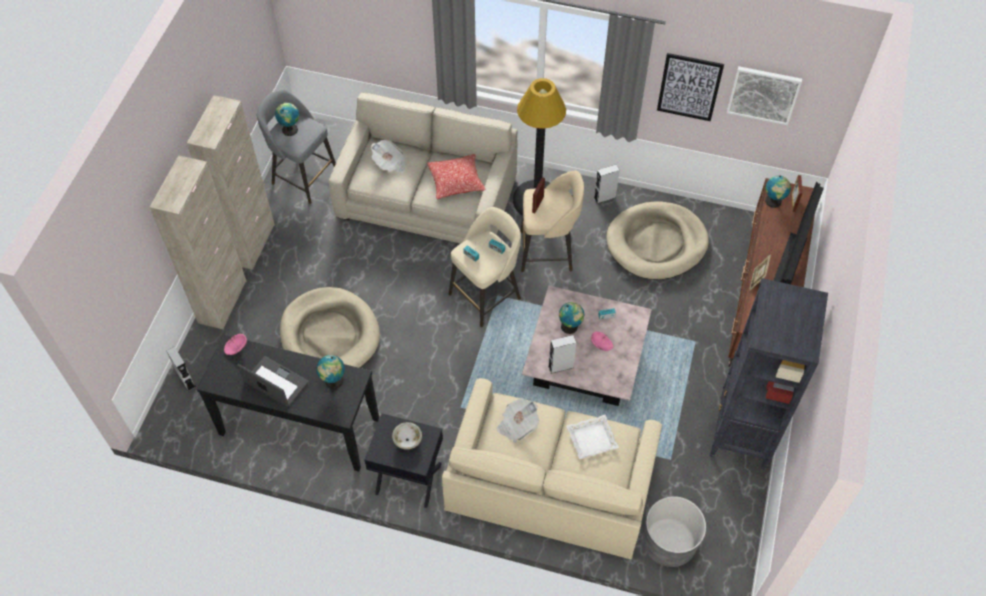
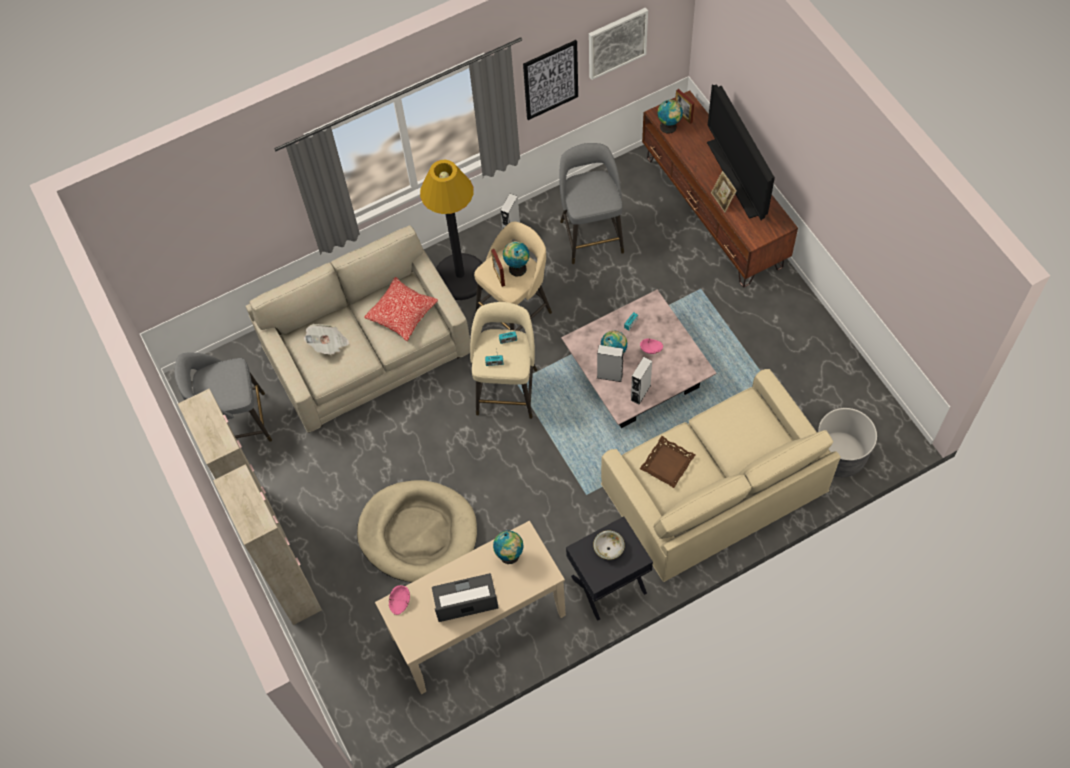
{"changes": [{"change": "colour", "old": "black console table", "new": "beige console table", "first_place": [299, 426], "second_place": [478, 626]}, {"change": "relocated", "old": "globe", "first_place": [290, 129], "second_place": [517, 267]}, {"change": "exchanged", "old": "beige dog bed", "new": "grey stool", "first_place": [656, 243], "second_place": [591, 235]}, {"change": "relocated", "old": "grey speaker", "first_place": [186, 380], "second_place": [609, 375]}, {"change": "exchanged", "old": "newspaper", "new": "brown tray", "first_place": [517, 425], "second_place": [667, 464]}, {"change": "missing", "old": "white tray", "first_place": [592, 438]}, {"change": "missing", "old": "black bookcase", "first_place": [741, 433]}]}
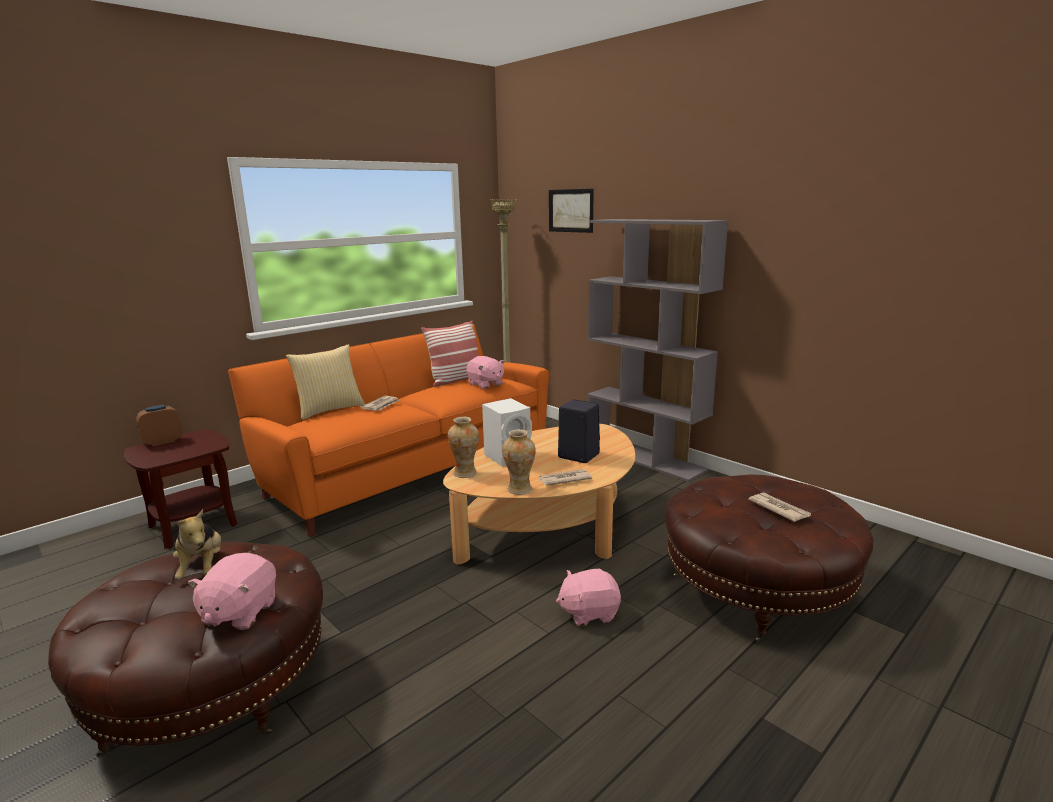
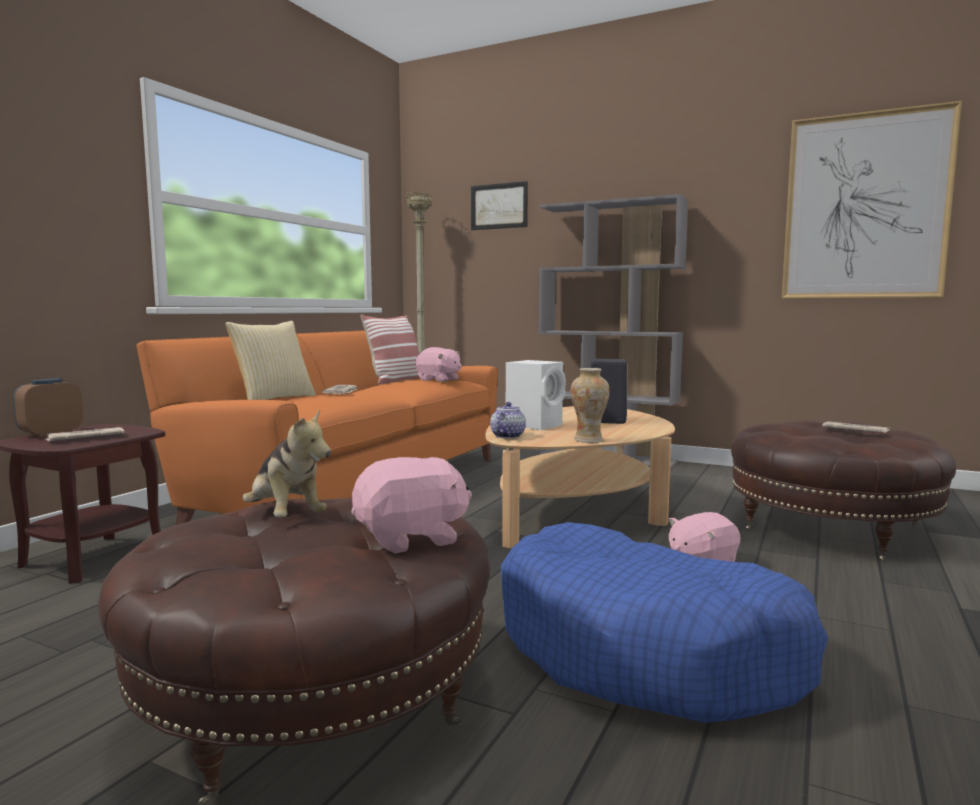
{"changes": [{"change": "relocated", "old": "newspaper", "first_place": [564, 479], "second_place": [84, 438]}, {"change": "spun", "old": "pink plush toy", "first_place": [239, 613], "second_place": [411, 539], "degrees": -105}, {"change": "exchanged", "old": "vase", "new": "teapot", "first_place": [465, 473], "second_place": [507, 436]}, {"change": "appeared", "new": "blue dog bed", "second_place": [648, 651]}, {"change": "appeared", "new": "picture", "second_place": [865, 206]}]}
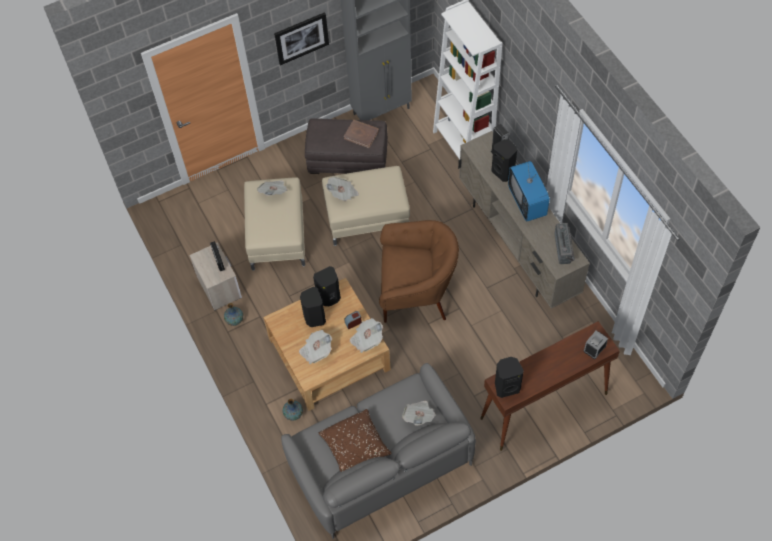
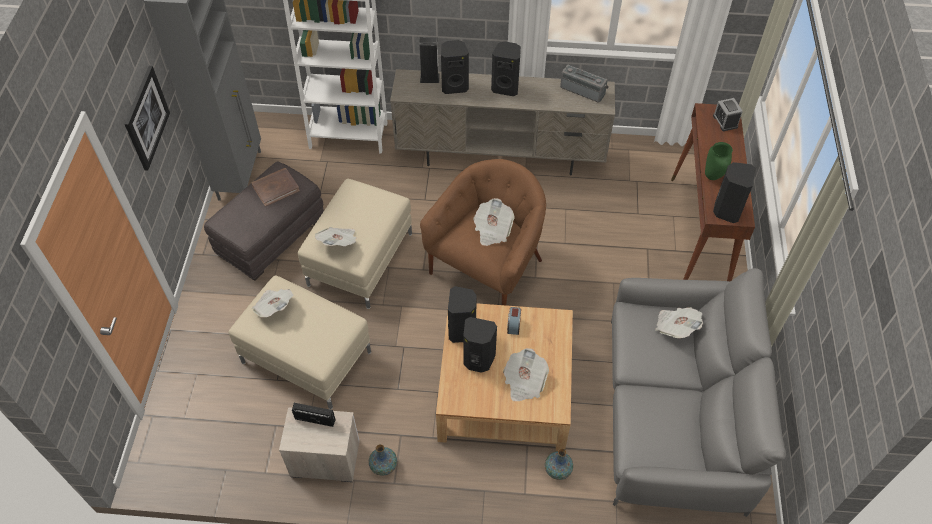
{"changes": [{"change": "relocated", "old": "newspaper", "first_place": [366, 339], "second_place": [492, 230]}, {"change": "exchanged", "old": "television", "new": "black speaker", "first_place": [527, 202], "second_place": [506, 87]}, {"change": "appeared", "new": "green vase", "second_place": [712, 176]}, {"change": "missing", "old": "brown pillow", "first_place": [355, 447]}]}
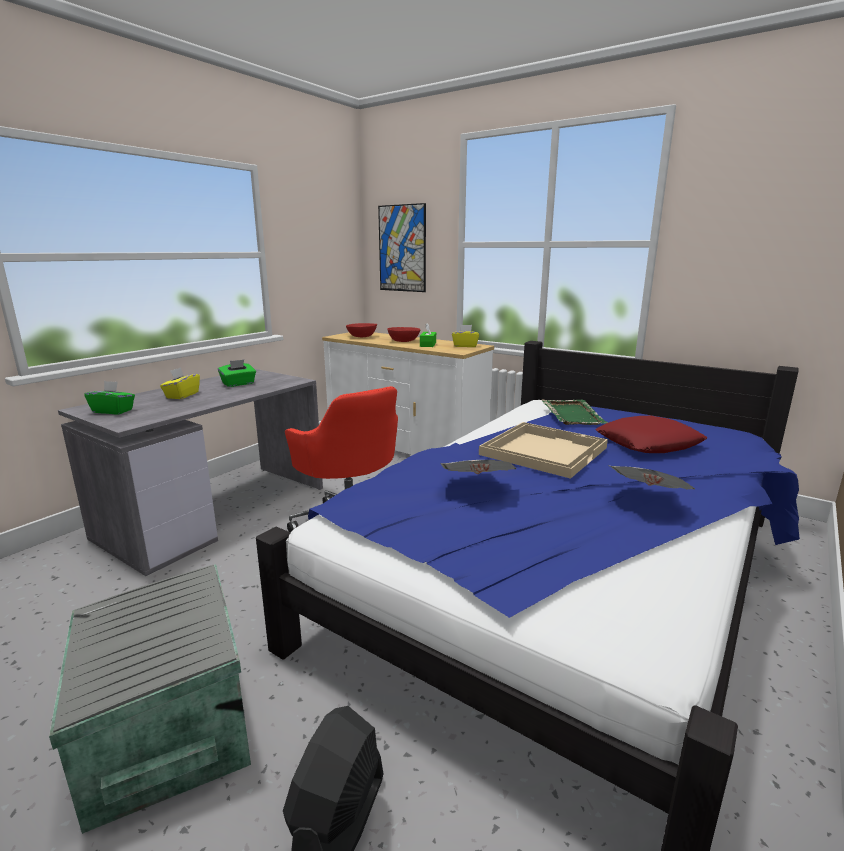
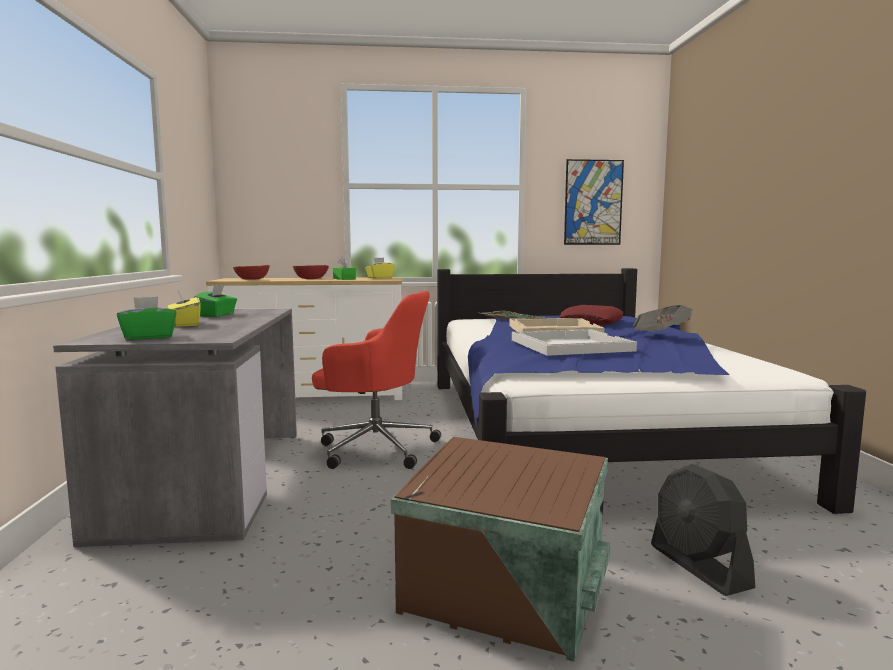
{"changes": [{"change": "colour", "old": "grey storage box", "new": "brown storage box", "first_place": [164, 730], "second_place": [504, 595]}, {"change": "exchanged", "old": "newspaper", "new": "white tray", "first_place": [477, 486], "second_place": [569, 345]}, {"change": "relocated", "old": "picture", "first_place": [402, 248], "second_place": [593, 202]}]}
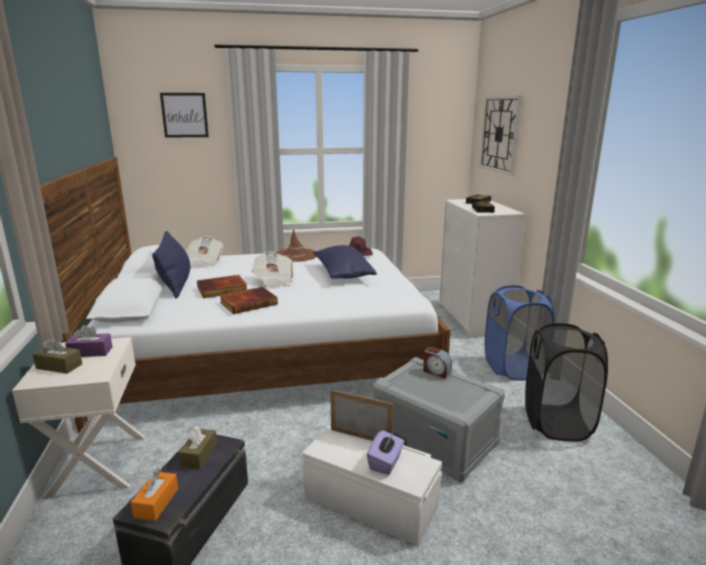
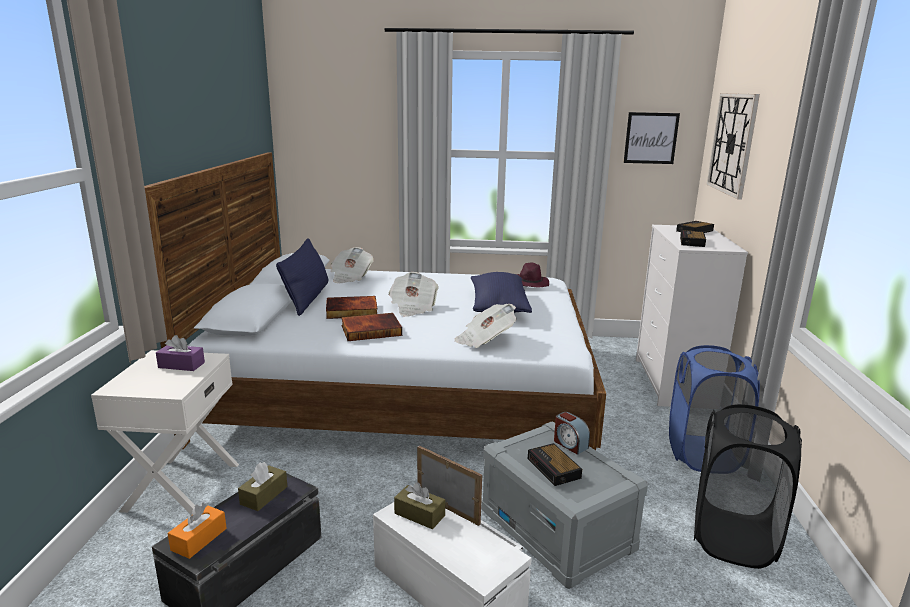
{"changes": [{"change": "relocated", "old": "brown tissue box", "first_place": [59, 366], "second_place": [419, 514]}, {"change": "appeared", "new": "newspaper", "second_place": [484, 340]}, {"change": "appeared", "new": "alarm clock", "second_place": [554, 469]}, {"change": "relocated", "old": "picture", "first_place": [184, 115], "second_place": [651, 138]}, {"change": "missing", "old": "brown hat", "first_place": [296, 255]}, {"change": "missing", "old": "purple tissue box", "first_place": [385, 462]}]}
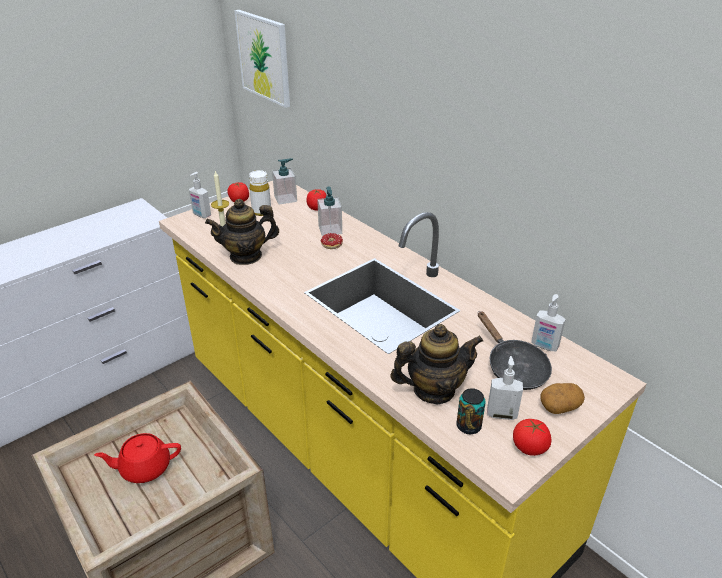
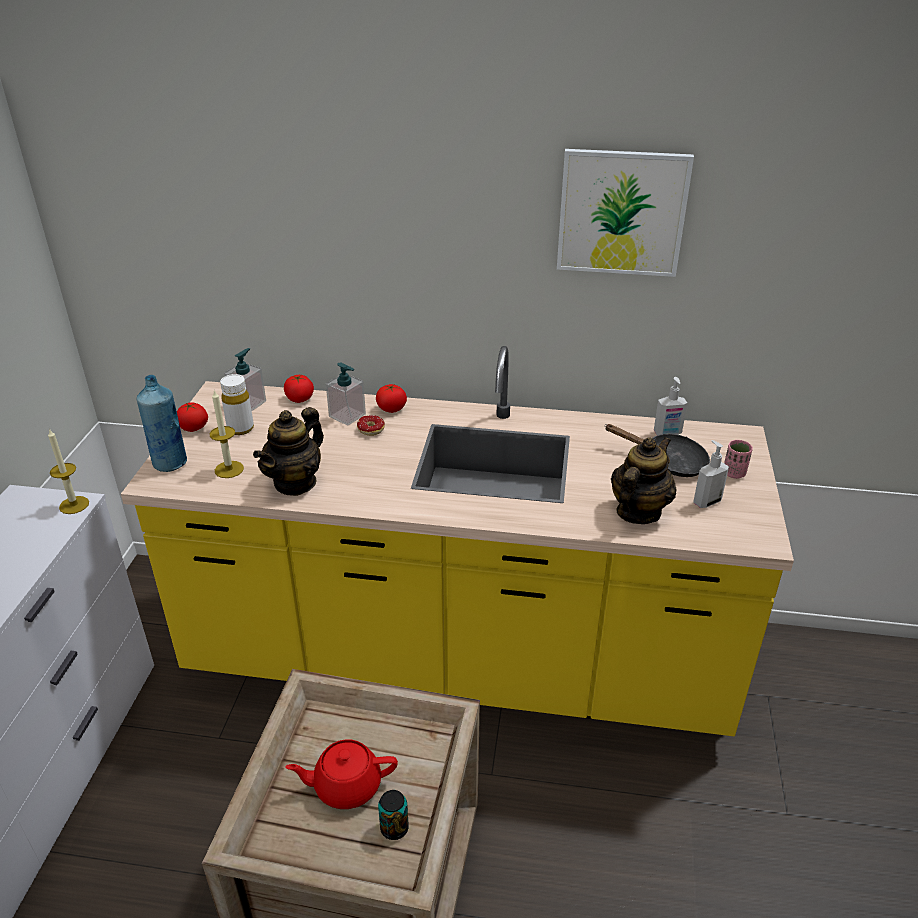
{"changes": [{"change": "appeared", "new": "candle", "second_place": [74, 505]}, {"change": "exchanged", "old": "soap dispenser", "new": "blue bottle", "first_place": [201, 215], "second_place": [170, 463]}, {"change": "spun", "old": "red teapot", "first_place": [144, 468], "second_place": [346, 785], "degrees": 45}, {"change": "relocated", "old": "tomato", "first_place": [529, 447], "second_place": [391, 409]}, {"change": "relocated", "old": "can", "first_place": [468, 426], "second_place": [394, 828]}, {"change": "relocated", "old": "picture", "first_place": [264, 58], "second_place": [622, 213]}, {"change": "exchanged", "old": "potato", "new": "pink cup", "first_place": [560, 406], "second_place": [734, 473]}]}
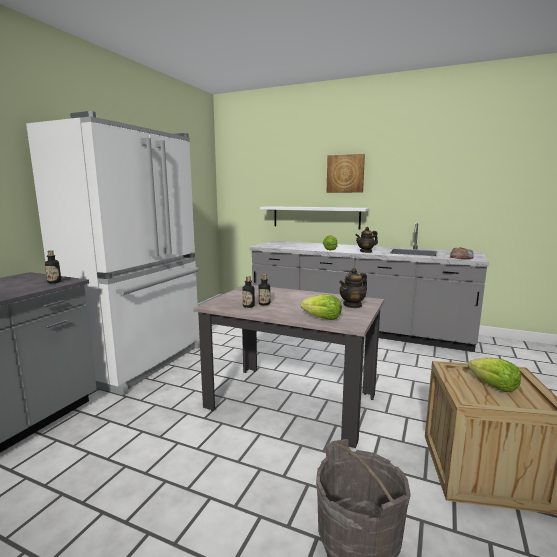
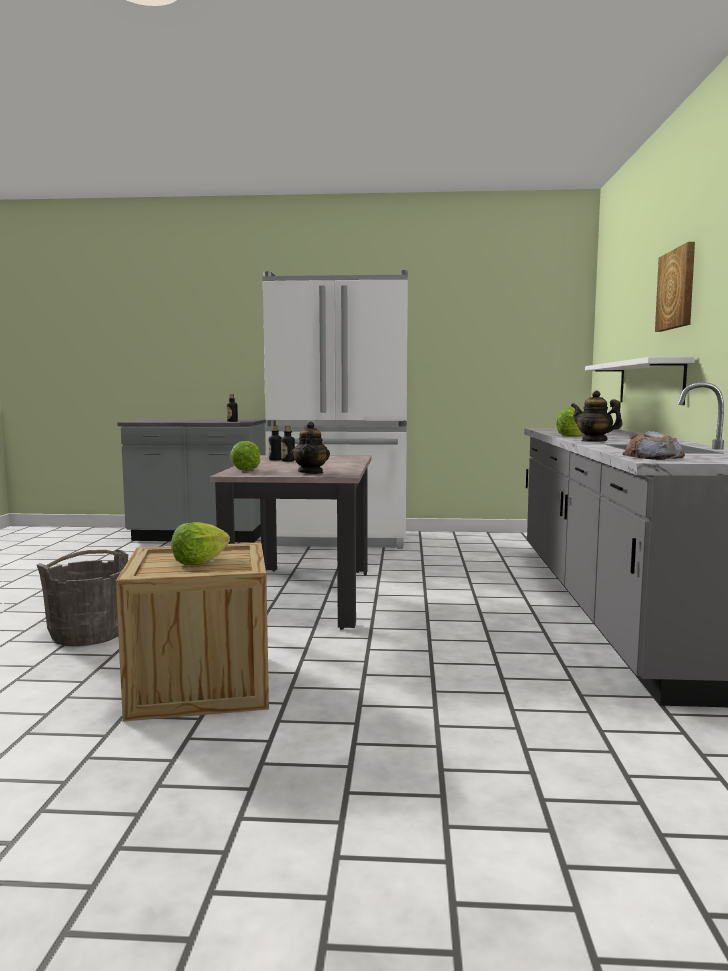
{"changes": [{"change": "spun", "old": "teapot", "first_place": [352, 305], "second_place": [311, 472], "degrees": -120}]}
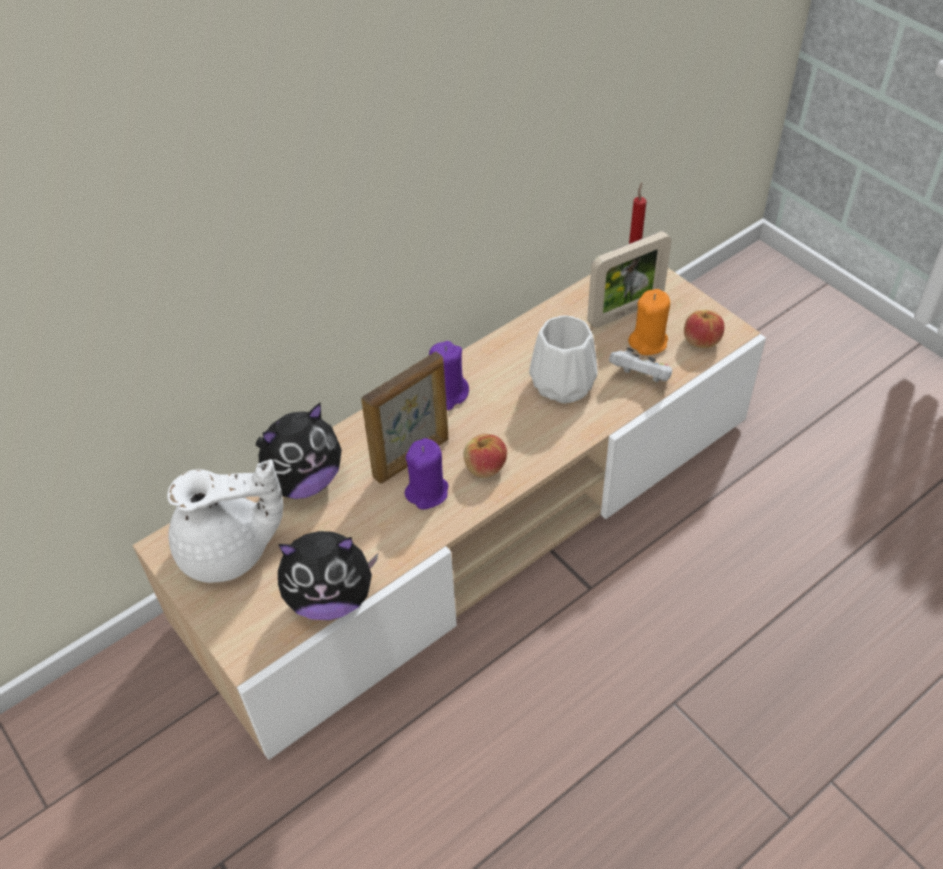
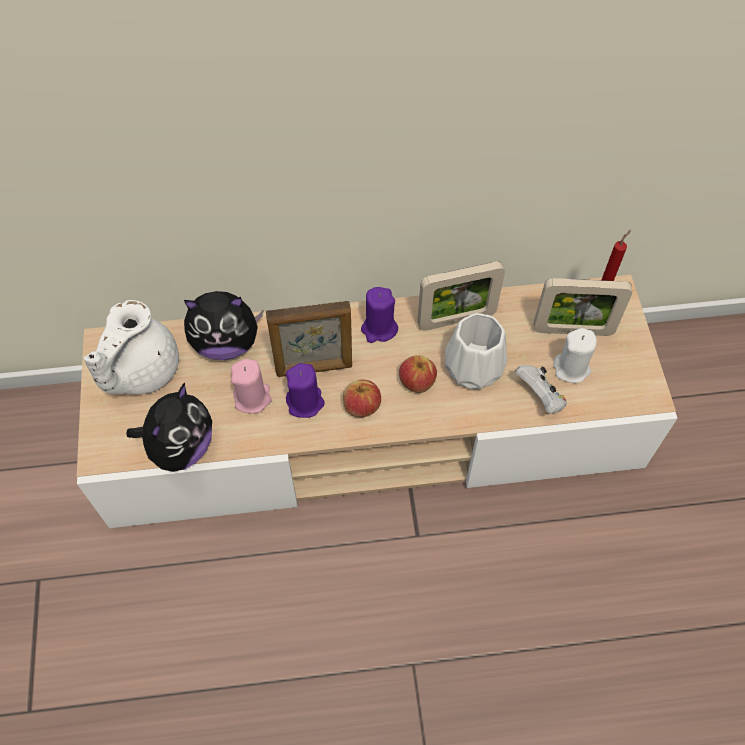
{"changes": [{"change": "spun", "old": "white teapot", "first_place": [229, 551], "second_place": [140, 370], "degrees": 90}, {"change": "spun", "old": "plush toy", "first_place": [331, 598], "second_place": [181, 447], "degrees": -90}, {"change": "appeared", "new": "pink candle", "second_place": [252, 398]}, {"change": "relocated", "old": "apple", "first_place": [701, 340], "second_place": [417, 381]}, {"change": "appeared", "new": "picture frame", "second_place": [456, 320]}, {"change": "colour", "old": "orange candle", "new": "white candle", "first_place": [648, 342], "second_place": [571, 368]}]}
